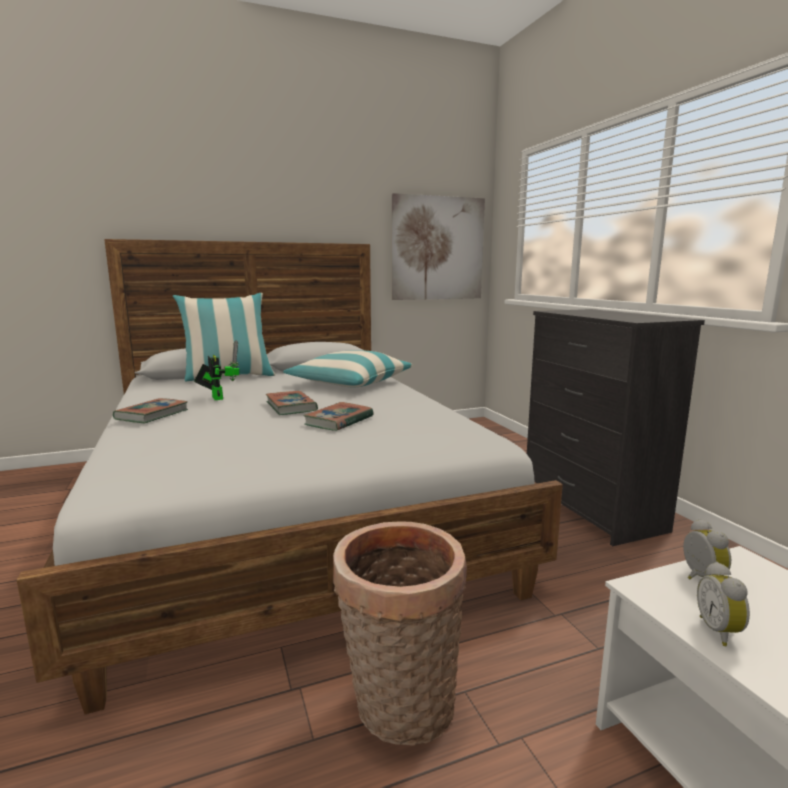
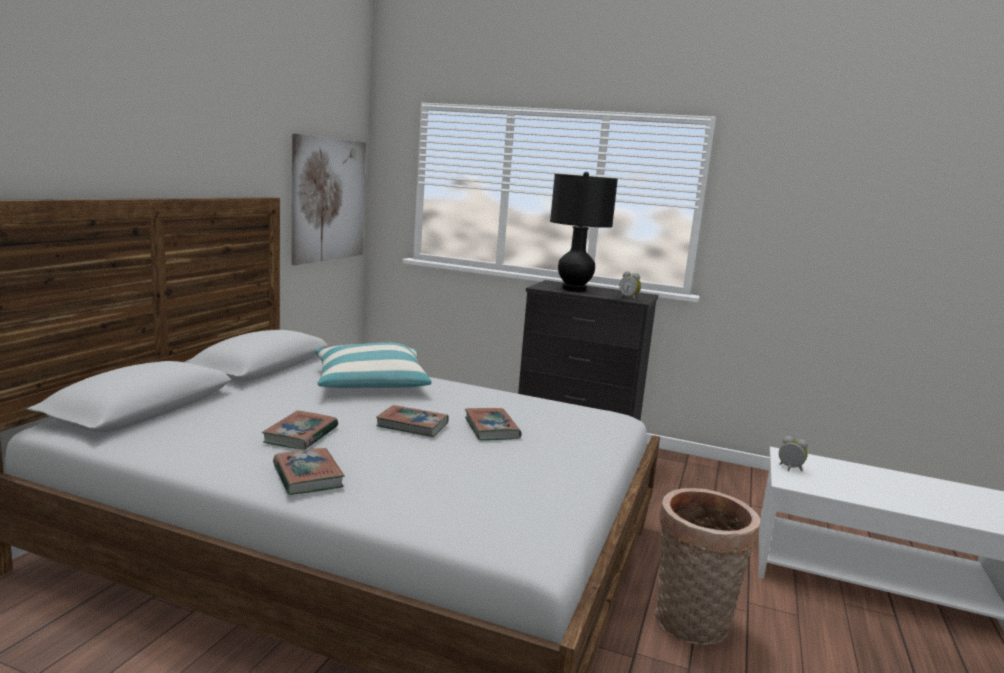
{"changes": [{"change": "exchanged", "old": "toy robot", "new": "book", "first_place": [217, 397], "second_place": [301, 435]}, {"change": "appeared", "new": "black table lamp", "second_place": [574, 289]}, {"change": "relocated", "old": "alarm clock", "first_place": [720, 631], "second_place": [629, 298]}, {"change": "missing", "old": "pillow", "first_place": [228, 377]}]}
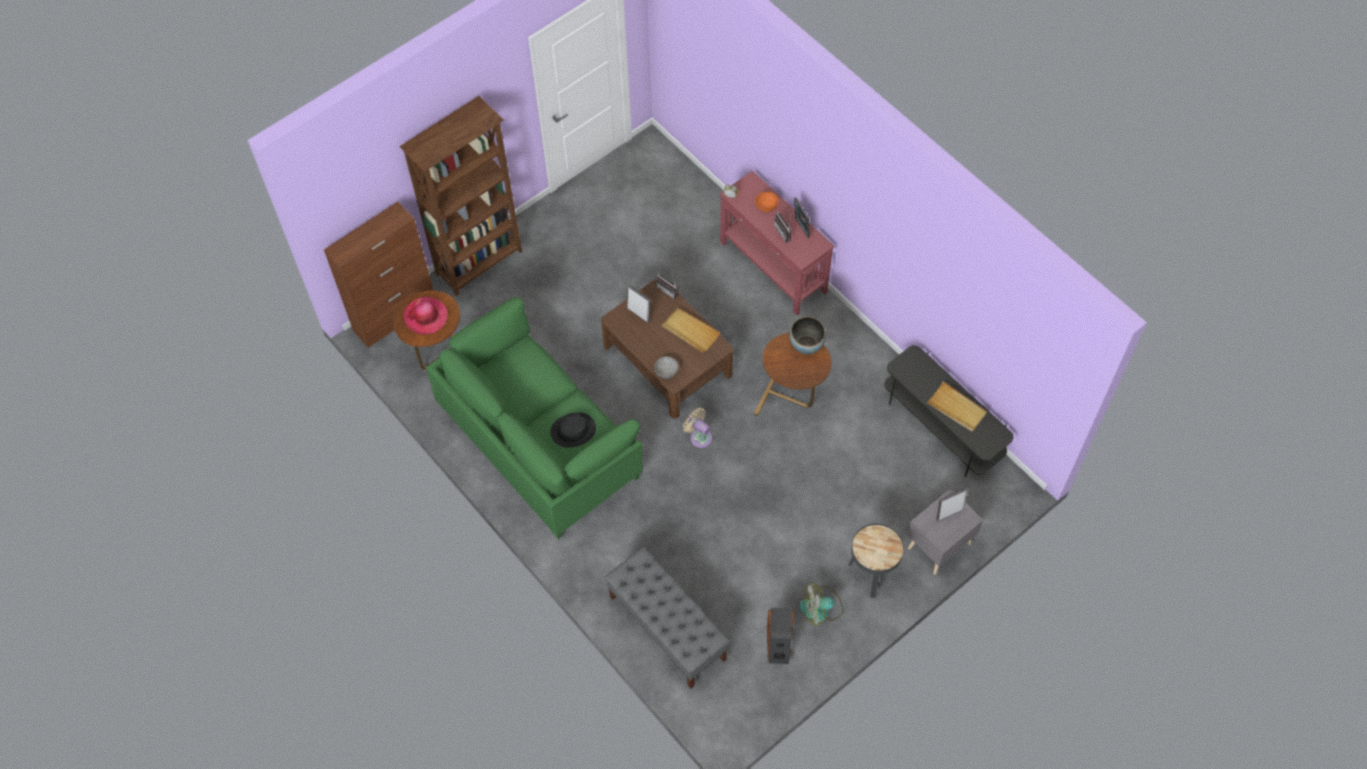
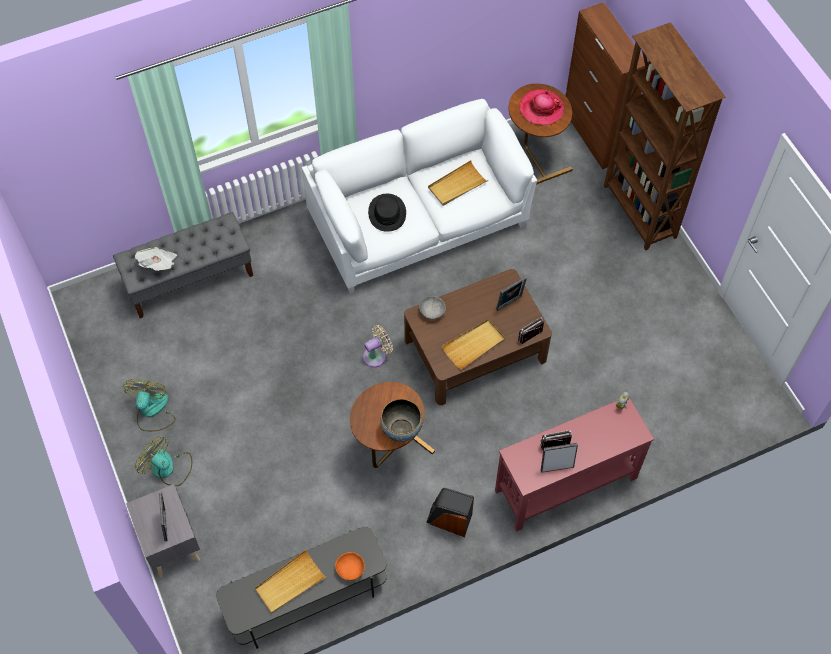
{"changes": [{"change": "appeared", "new": "newspaper", "second_place": [159, 264]}, {"change": "exchanged", "old": "black side table", "new": "fan", "first_place": [871, 574], "second_place": [168, 468]}, {"change": "colour", "old": "green sofa", "new": "white sofa", "first_place": [540, 441], "second_place": [418, 222]}, {"change": "relocated", "old": "orange bowl", "first_place": [766, 206], "second_place": [350, 569]}, {"change": "relocated", "old": "speaker", "first_place": [779, 644], "second_place": [449, 519]}, {"change": "appeared", "new": "beige tray", "second_place": [457, 185]}]}
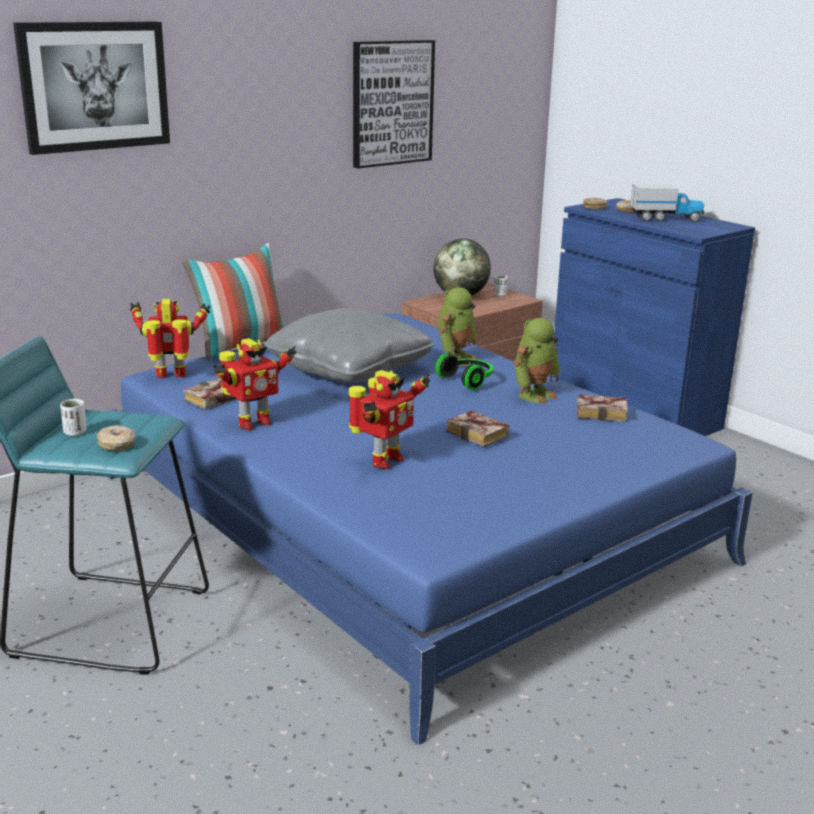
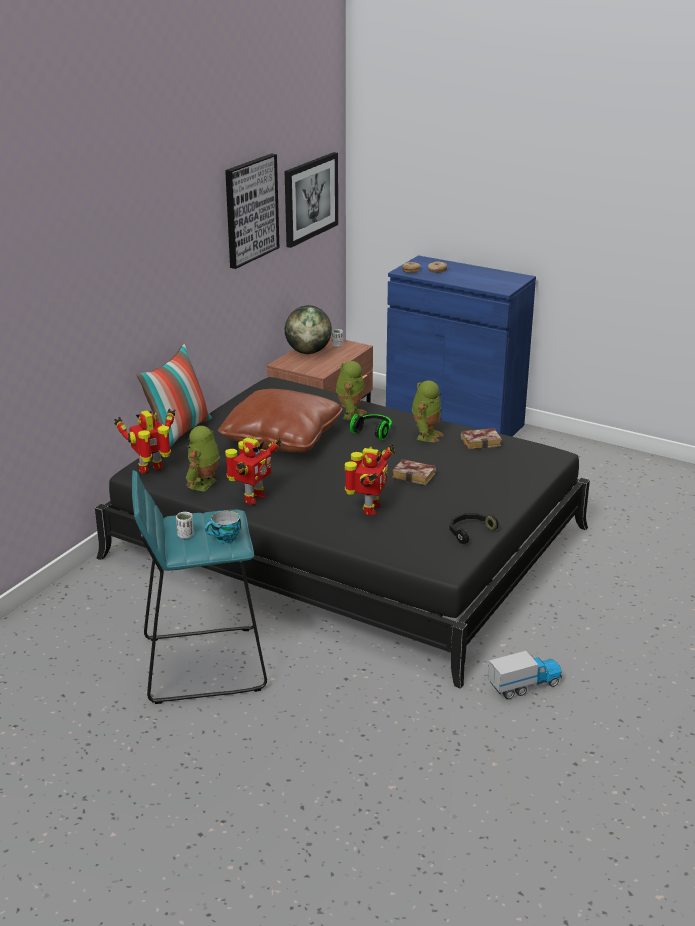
{"changes": [{"change": "colour", "old": "blue bed", "new": "black bed", "first_place": [404, 517], "second_place": [347, 543]}, {"change": "exchanged", "old": "book", "new": "toy robot", "first_place": [213, 400], "second_place": [204, 484]}, {"change": "exchanged", "old": "donut", "new": "cup", "first_place": [117, 444], "second_place": [225, 538]}, {"change": "colour", "old": "grey pillow", "new": "brown pillow", "first_place": [349, 369], "second_place": [281, 438]}, {"change": "relocated", "old": "picture", "first_place": [94, 86], "second_place": [310, 198]}, {"change": "appeared", "new": "black headphones", "second_place": [469, 532]}, {"change": "relocated", "old": "toy truck", "first_place": [666, 219], "second_place": [524, 686]}]}
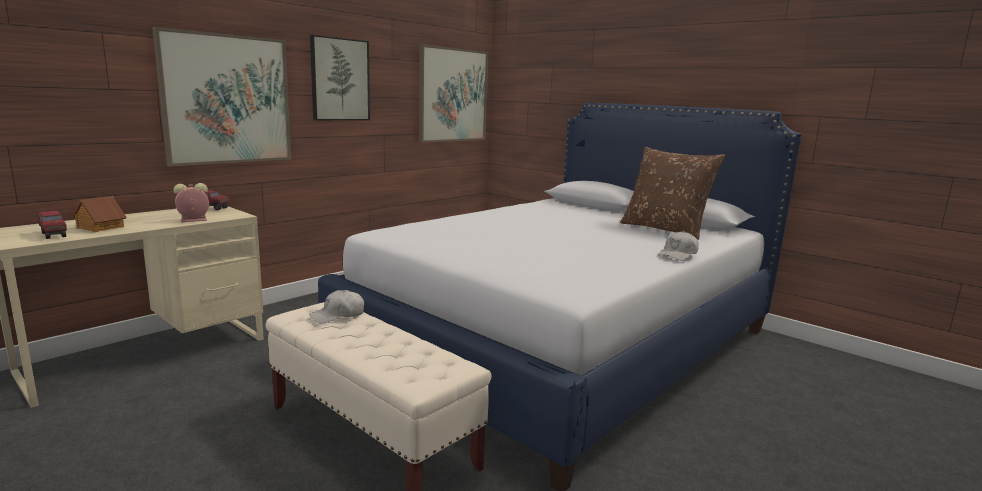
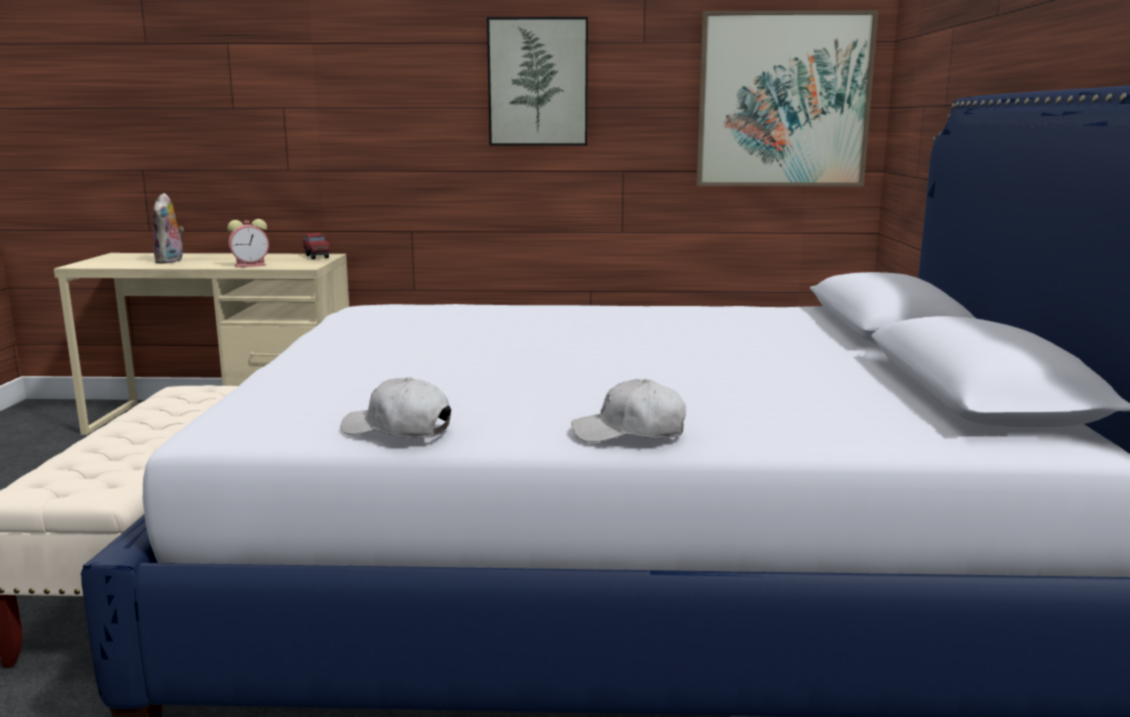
{"changes": [{"change": "exchanged", "old": "toy house", "new": "plush toy", "first_place": [100, 227], "second_place": [171, 261]}, {"change": "spun", "old": "alarm clock", "first_place": [192, 220], "second_place": [252, 265], "degrees": 135}, {"change": "relocated", "old": "white cap", "first_place": [338, 315], "second_place": [397, 429]}, {"change": "missing", "old": "toy truck", "first_place": [54, 235]}, {"change": "missing", "old": "picture", "first_place": [227, 99]}, {"change": "missing", "old": "brown pillow", "first_place": [665, 229]}]}
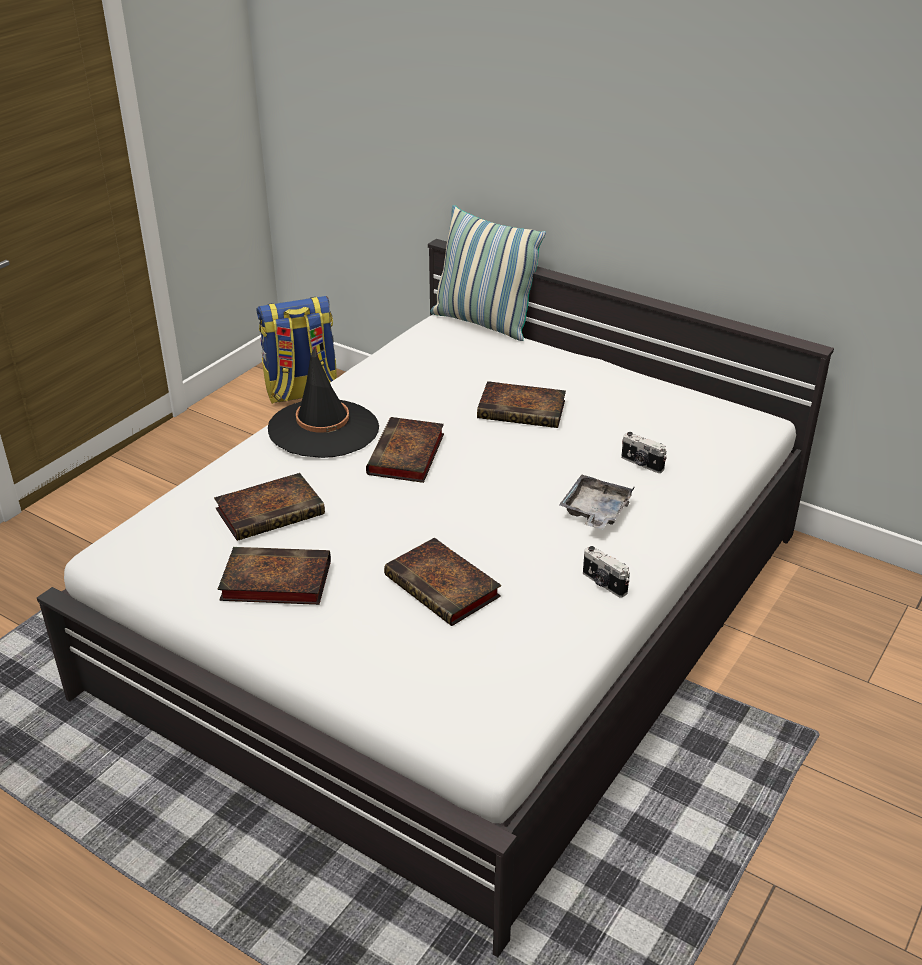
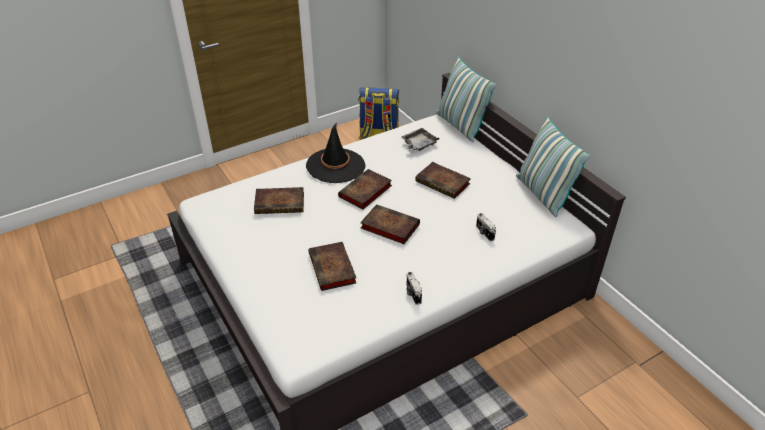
{"changes": [{"change": "relocated", "old": "book", "first_place": [273, 582], "second_place": [388, 226]}, {"change": "relocated", "old": "grey tray", "first_place": [595, 511], "second_place": [418, 144]}, {"change": "appeared", "new": "pillow", "second_place": [543, 194]}]}
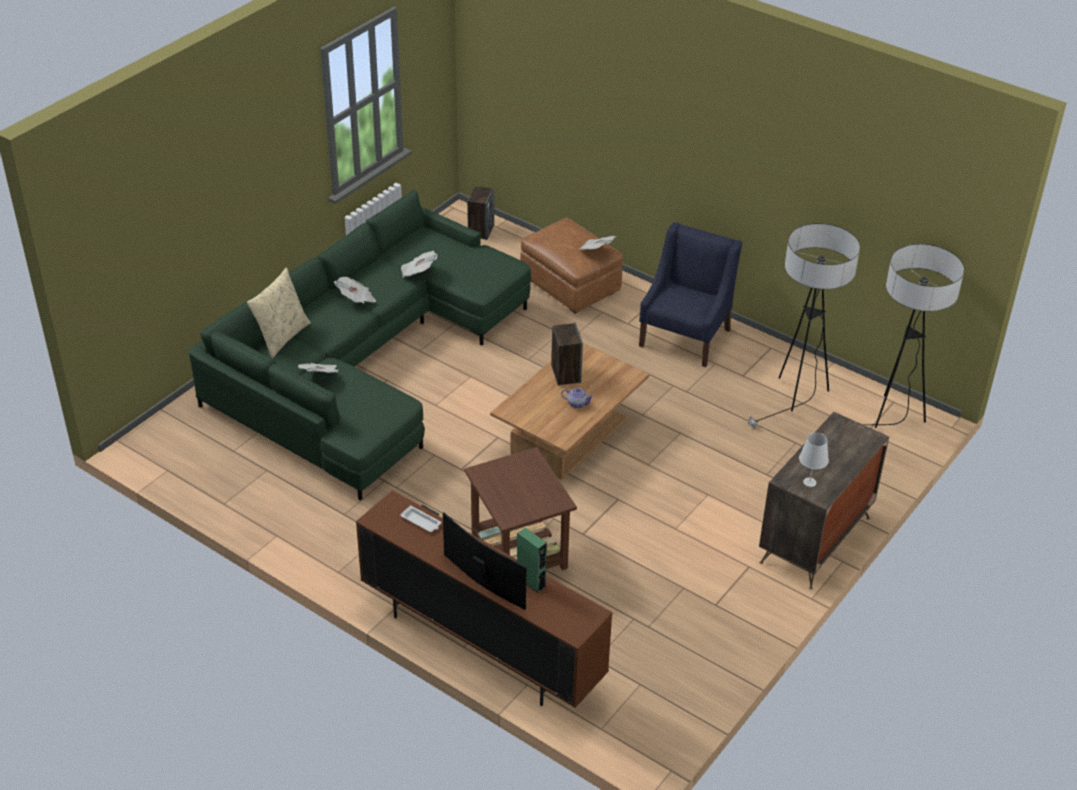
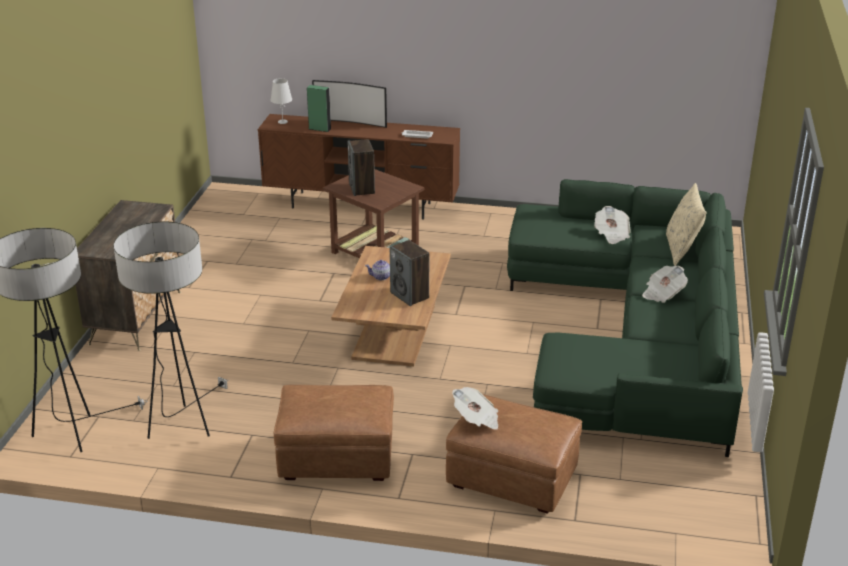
{"changes": [{"change": "relocated", "old": "white table lamp", "first_place": [809, 482], "second_place": [282, 122]}, {"change": "exchanged", "old": "blue armchair", "new": "brown ottoman", "first_place": [685, 337], "second_place": [336, 458]}, {"change": "relocated", "old": "speaker", "first_place": [480, 231], "second_place": [362, 188]}, {"change": "missing", "old": "newspaper", "first_place": [418, 272]}]}
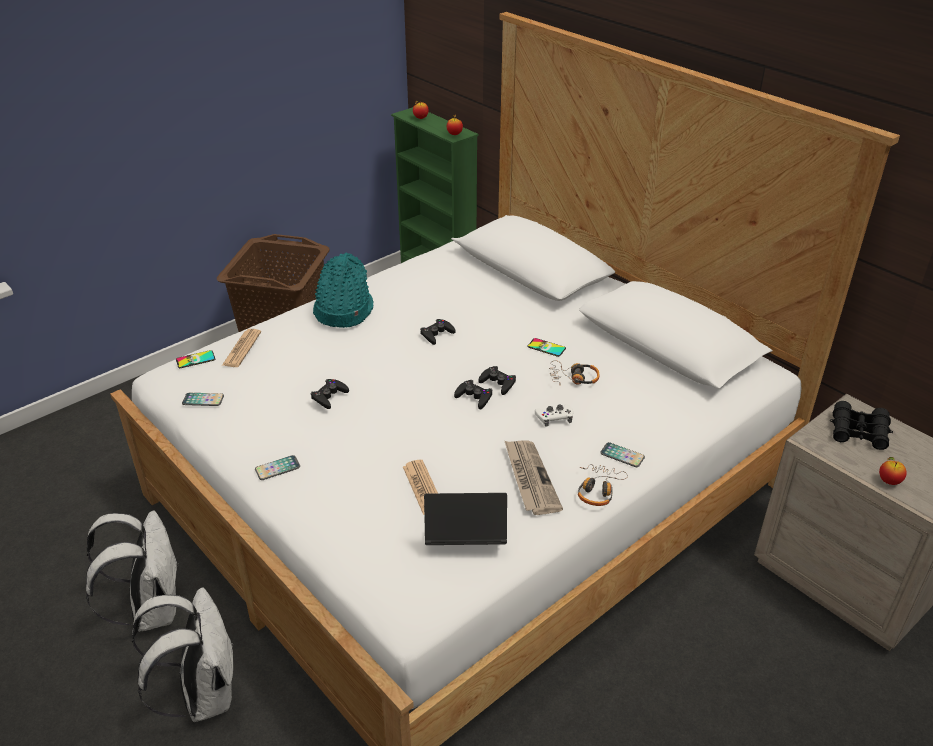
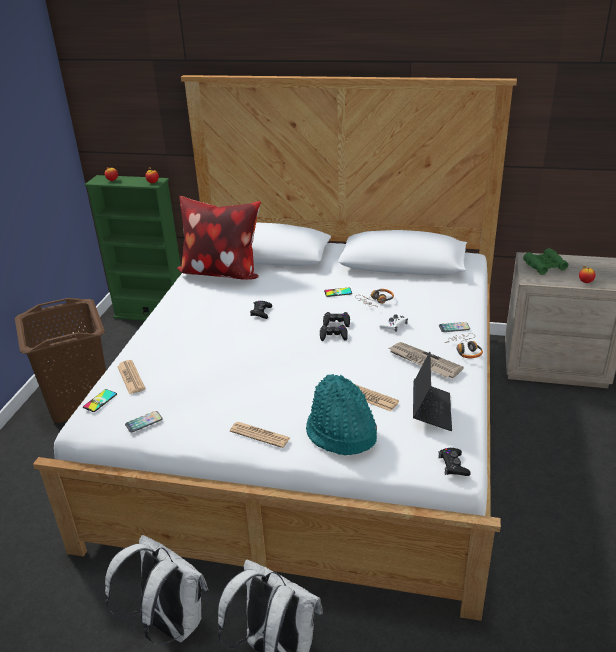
{"changes": [{"change": "appeared", "new": "pillow", "second_place": [221, 272]}, {"change": "exchanged", "old": "phone", "new": "newspaper", "first_place": [277, 468], "second_place": [260, 435]}, {"change": "relocated", "old": "turquoise hat", "first_place": [342, 310], "second_place": [340, 434]}, {"change": "spun", "old": "laptop", "first_place": [465, 538], "second_place": [431, 410], "degrees": 135}, {"change": "relocated", "old": "black game controller", "first_place": [329, 396], "second_place": [453, 465]}, {"change": "colour", "old": "black binoculars", "new": "green binoculars", "first_place": [858, 432], "second_place": [545, 266]}]}
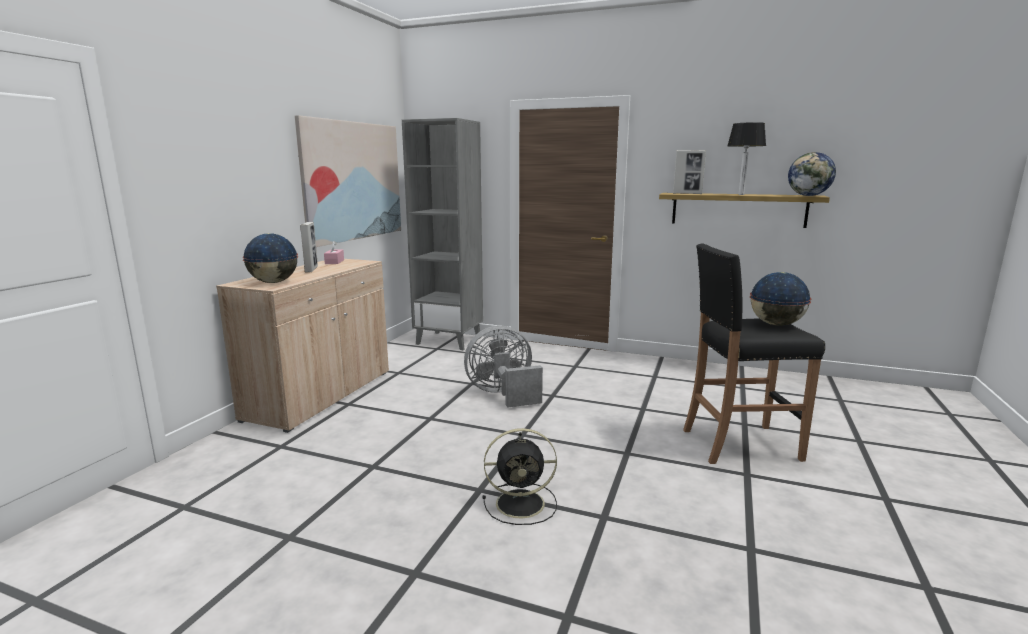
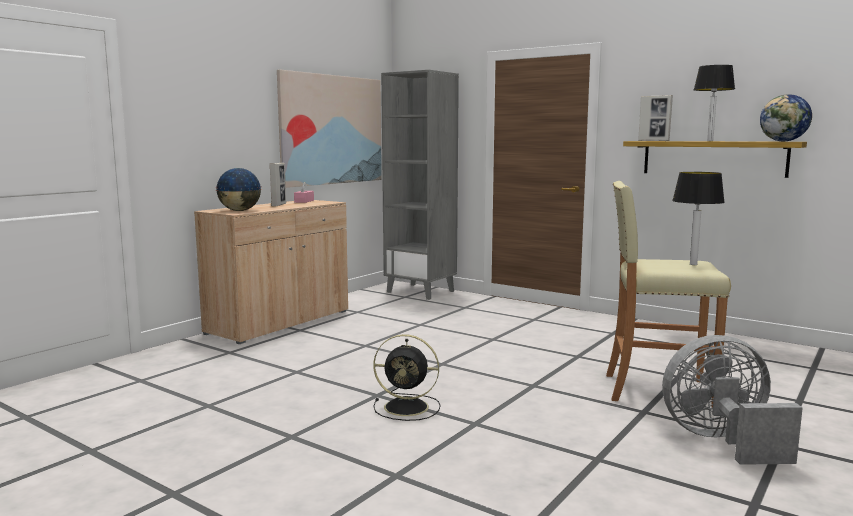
{"changes": [{"change": "colour", "old": "black stool", "new": "beige stool", "first_place": [739, 444], "second_place": [657, 390]}, {"change": "relocated", "old": "grey fan", "first_place": [503, 394], "second_place": [722, 441]}, {"change": "exchanged", "old": "globe", "new": "table lamp", "first_place": [776, 324], "second_place": [693, 264]}]}
